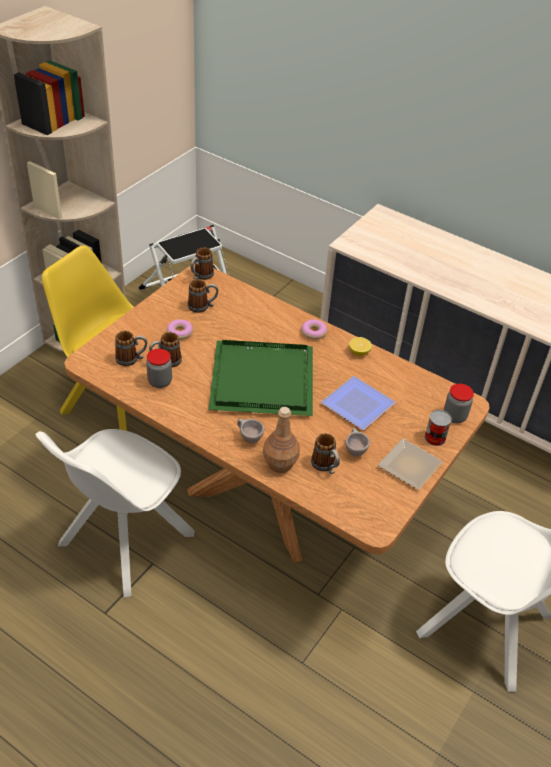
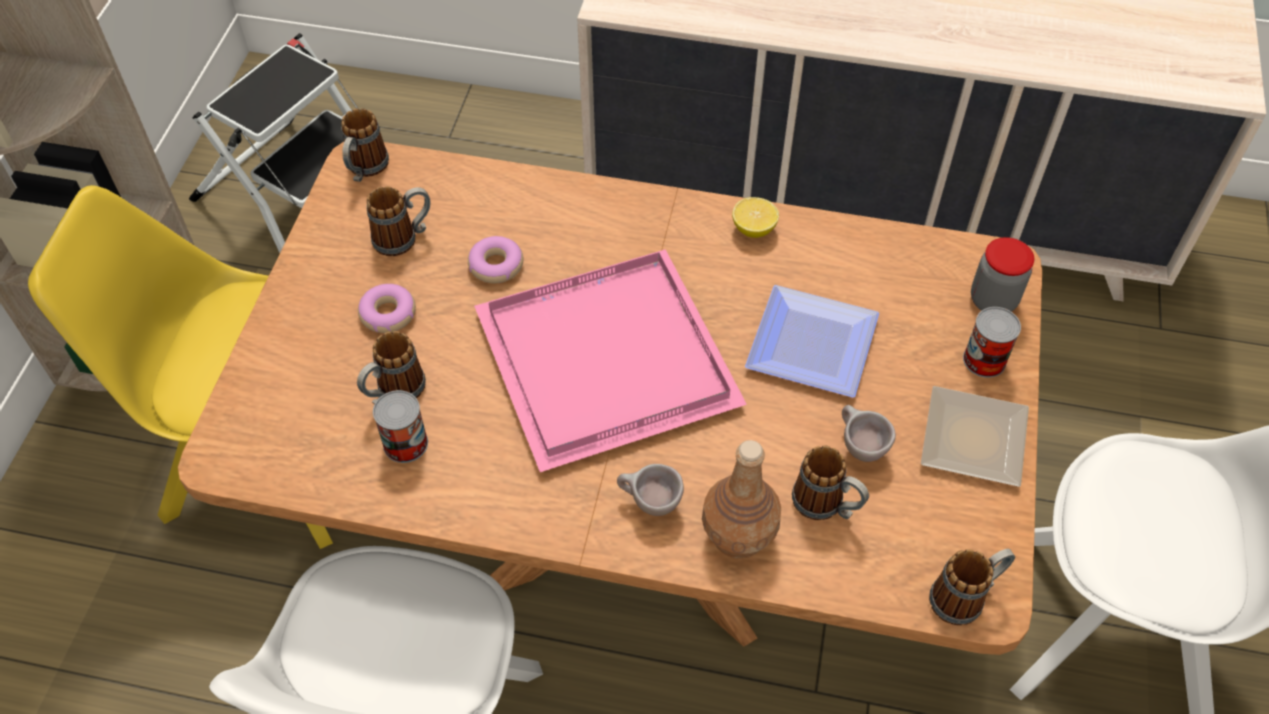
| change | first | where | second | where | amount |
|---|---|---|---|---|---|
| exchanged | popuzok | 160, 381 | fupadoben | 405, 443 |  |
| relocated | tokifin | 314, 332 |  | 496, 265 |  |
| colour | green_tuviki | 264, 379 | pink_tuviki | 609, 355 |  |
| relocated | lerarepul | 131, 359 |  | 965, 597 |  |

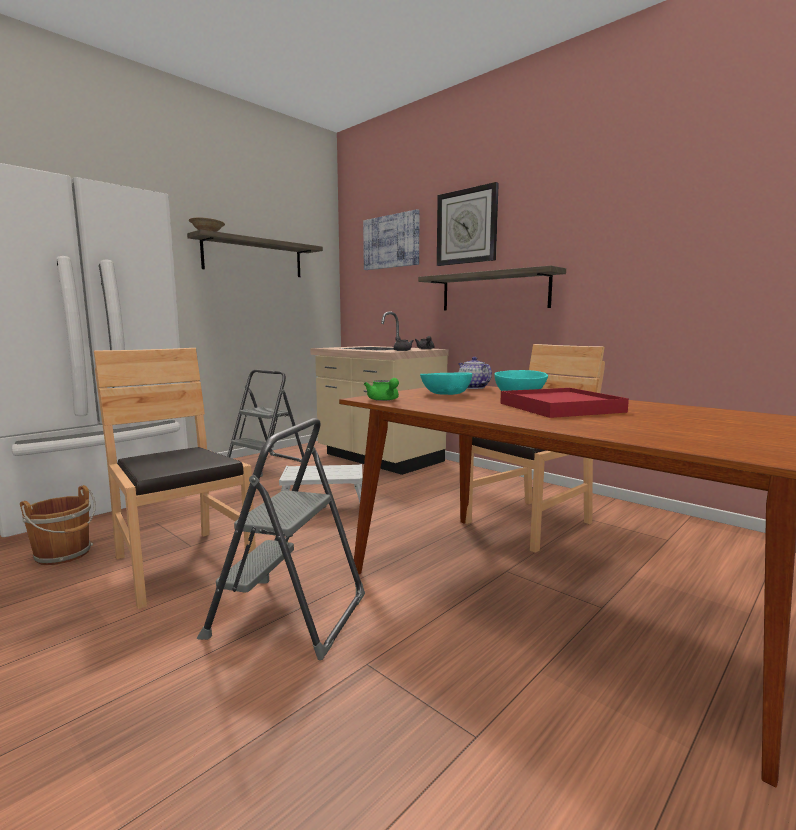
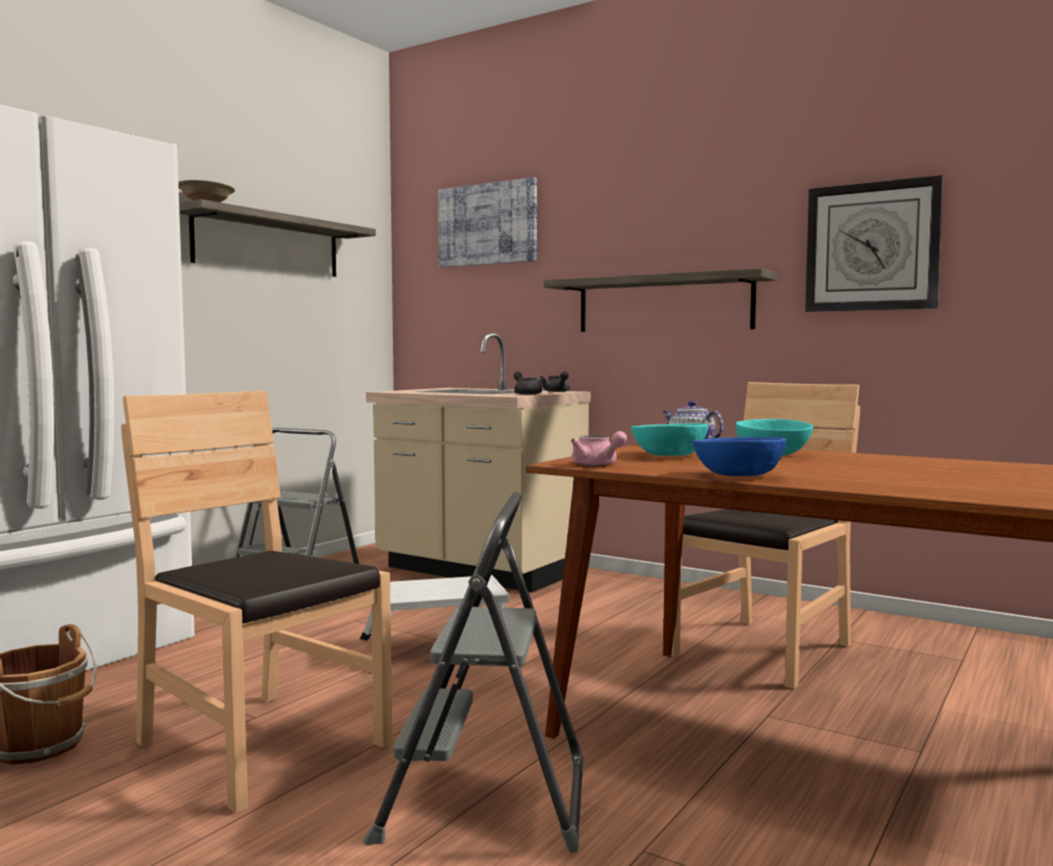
| change | first | where | second | where | amount |
|---|---|---|---|---|---|
| colour | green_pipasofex | 384, 400 | pink_pipasofex | 597, 465 |  |
| appeared |  |  | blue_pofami | 740, 476 |  |
| relocated | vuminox | 467, 226 |  | 872, 247 |  |
| missing | red_tuviki | 560, 407 |  |  |  |

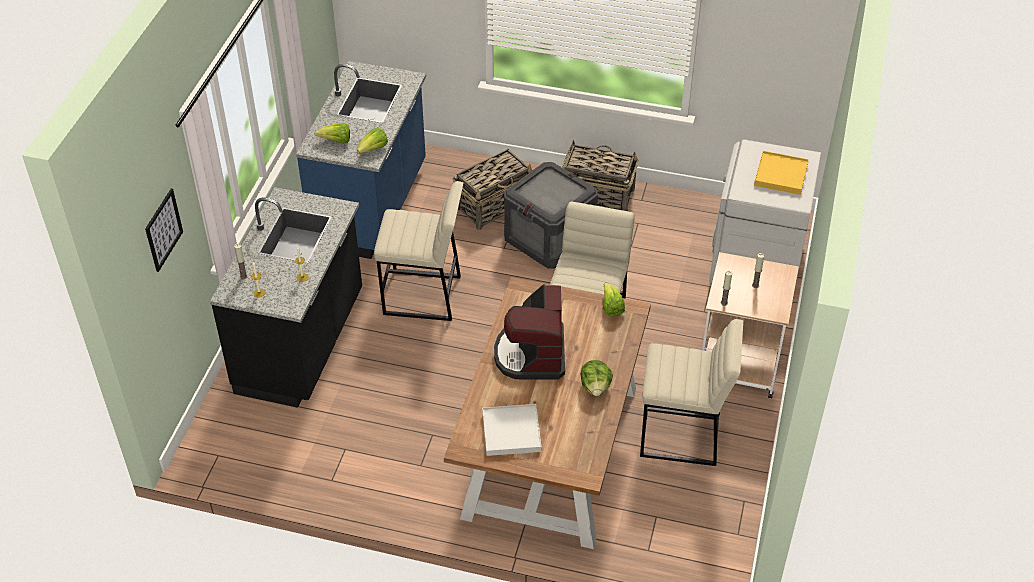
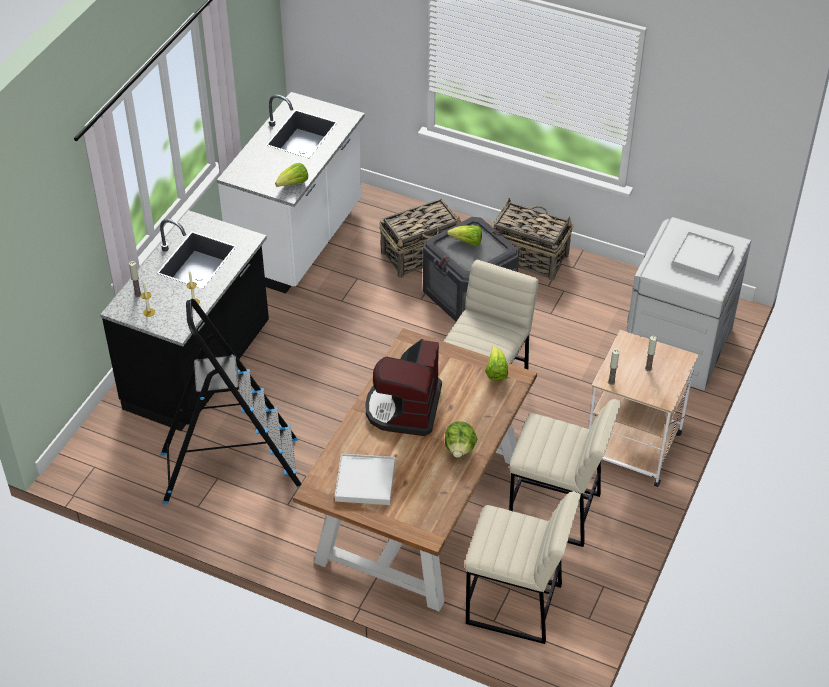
| change | first | where | second | where | amount |
|---|---|---|---|---|---|
| appeared |  |  | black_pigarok | 232, 470 |  |
| colour | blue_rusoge | 372, 206 | white_rusoge | 299, 241 |  |
| relocated | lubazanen | 336, 141 |  | 467, 242 |  |
| relocated | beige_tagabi | 424, 295 |  | 517, 605 |  |
| colour | yellow_tuviki | 780, 175 | white_tuviki | 702, 258 |  |
| missing | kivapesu | 163, 230 |  |  |  |

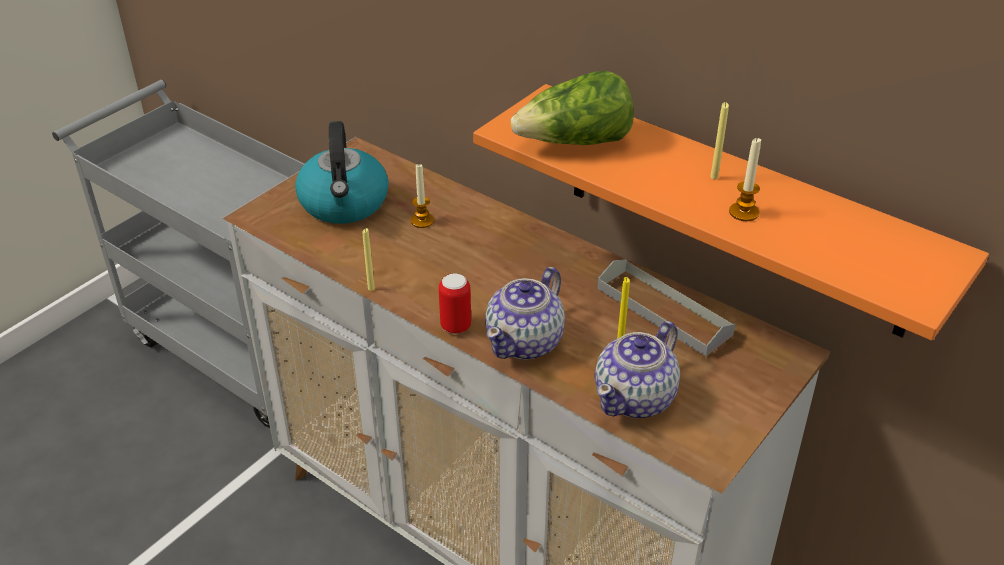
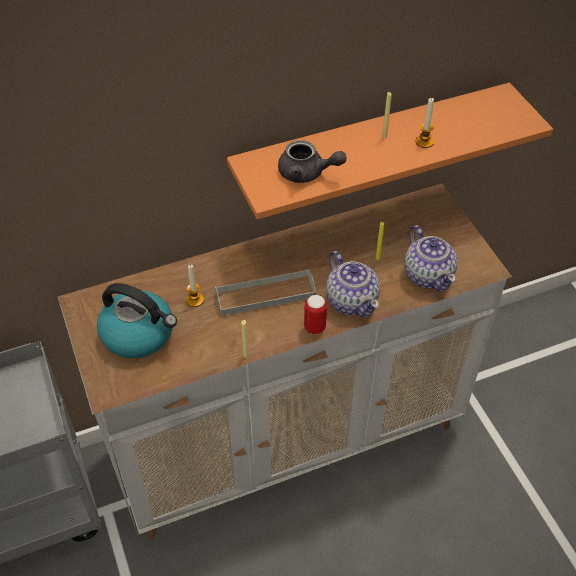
| change | first | where | second | where | amount |
|---|---|---|---|---|---|
| relocated | grey_tuviki | 663, 311 |  | 265, 295 |  |
| exchanged | lubazanen | 575, 143 | grey_pipasofex | 307, 173 |  |

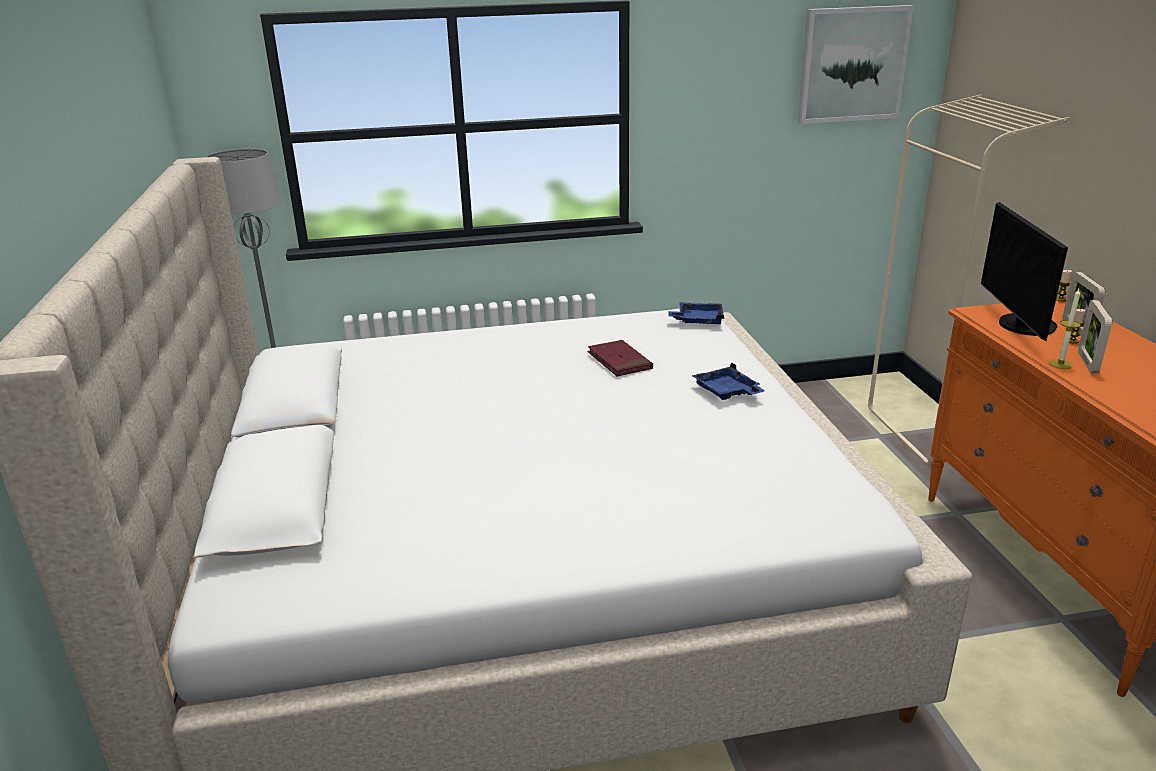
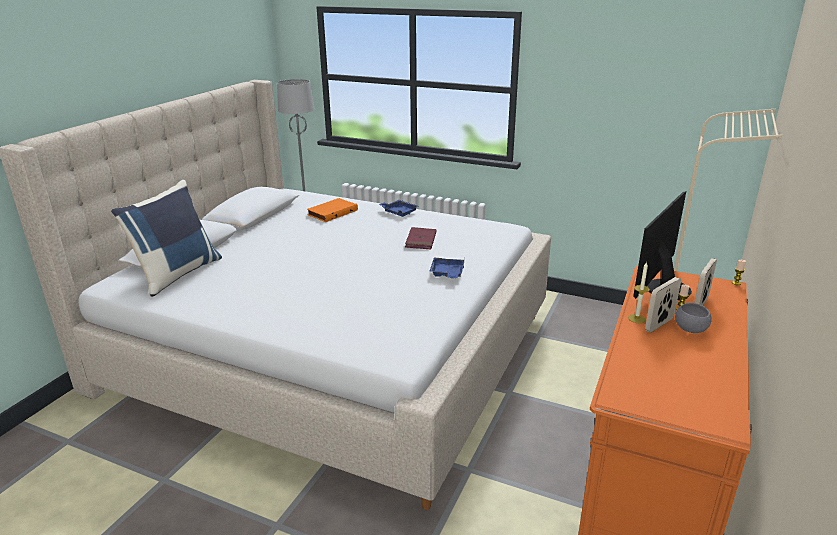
| change | first | where | second | where | amount |
|---|---|---|---|---|---|
| appeared |  |  | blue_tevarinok | 177, 274 |  |
| appeared |  |  | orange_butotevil | 332, 212 |  |
| relocated | blue_tuviki | 698, 320 |  | 399, 212 |  |
| appeared |  |  | grey_pofami | 690, 329 |  |
| missing | kivapesu | 852, 64 |  |  |  |

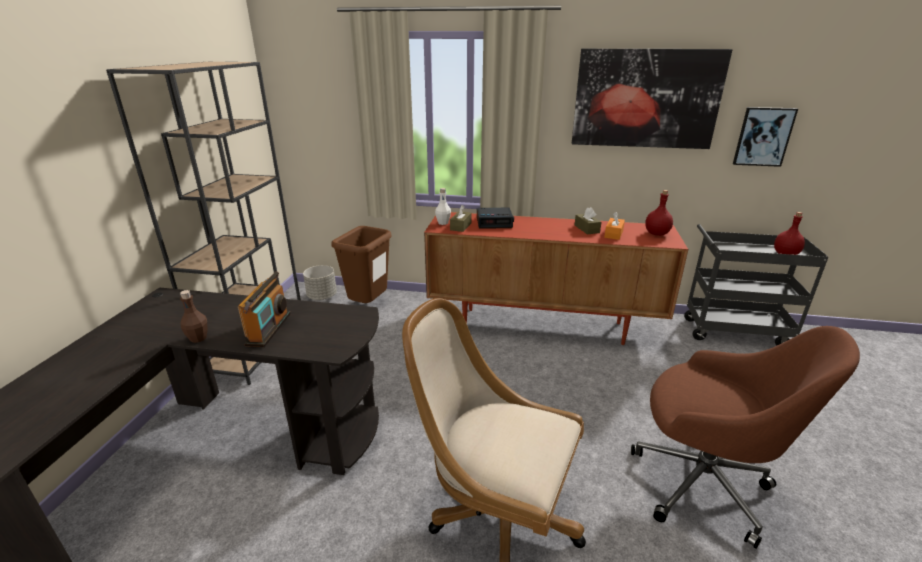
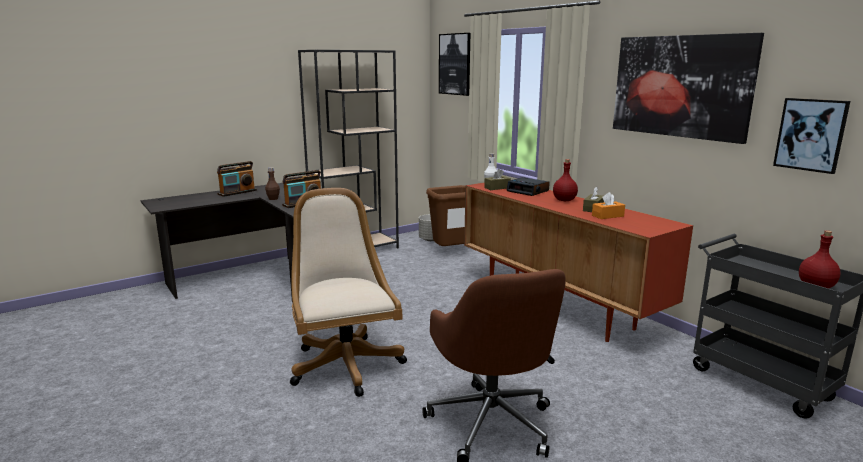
| change | first | where | second | where | amount |
|---|---|---|---|---|---|
| appeared |  |  | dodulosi | 237, 192 |  |
| appeared |  |  | kivapesu | 455, 64 |  |
| relocated | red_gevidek | 657, 234 |  | 564, 200 |  |

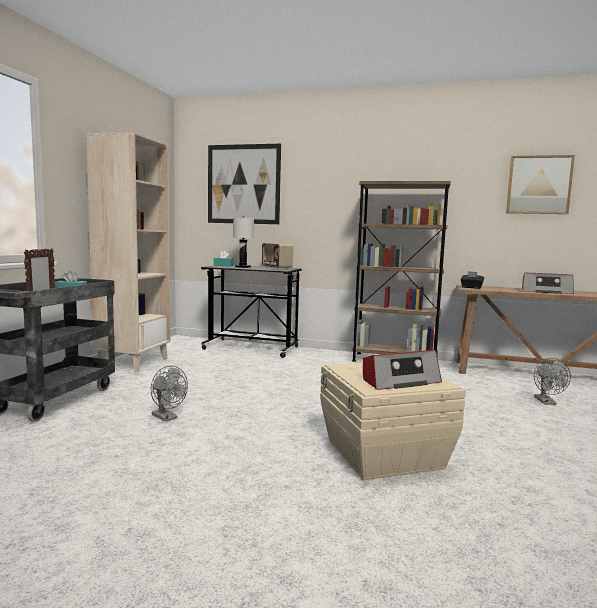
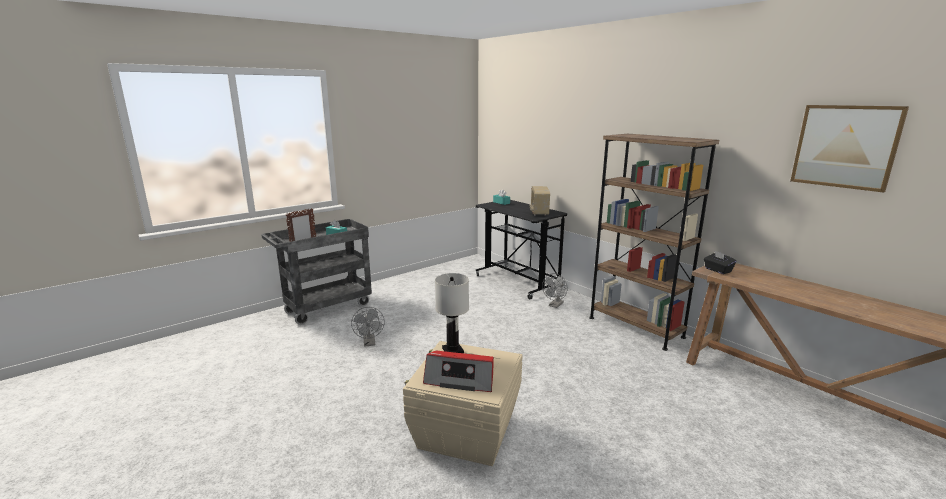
| change | first | where | second | where | amount |
|---|---|---|---|---|---|
| relocated | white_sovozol | 243, 267 |  | 452, 350 |  |
| relocated | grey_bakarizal | 547, 402 |  | 555, 305 |  |
| missing | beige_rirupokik | 133, 362 |  |  |  |
| missing | kivapesu | 243, 184 |  |  |  |
| missing | dodulosi | 545, 291 |  |  |  |

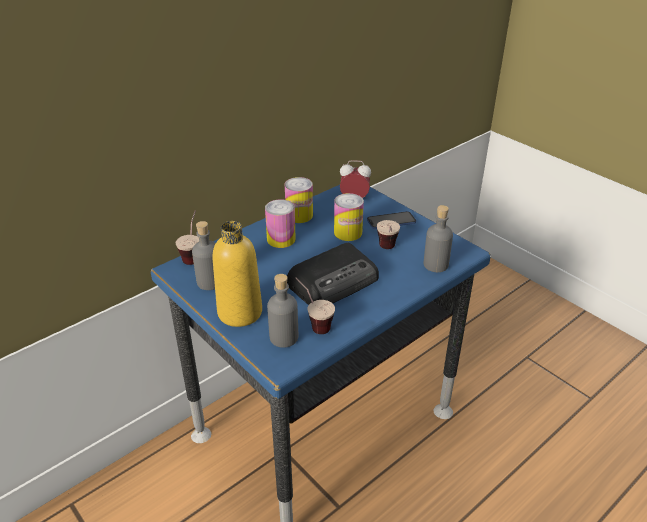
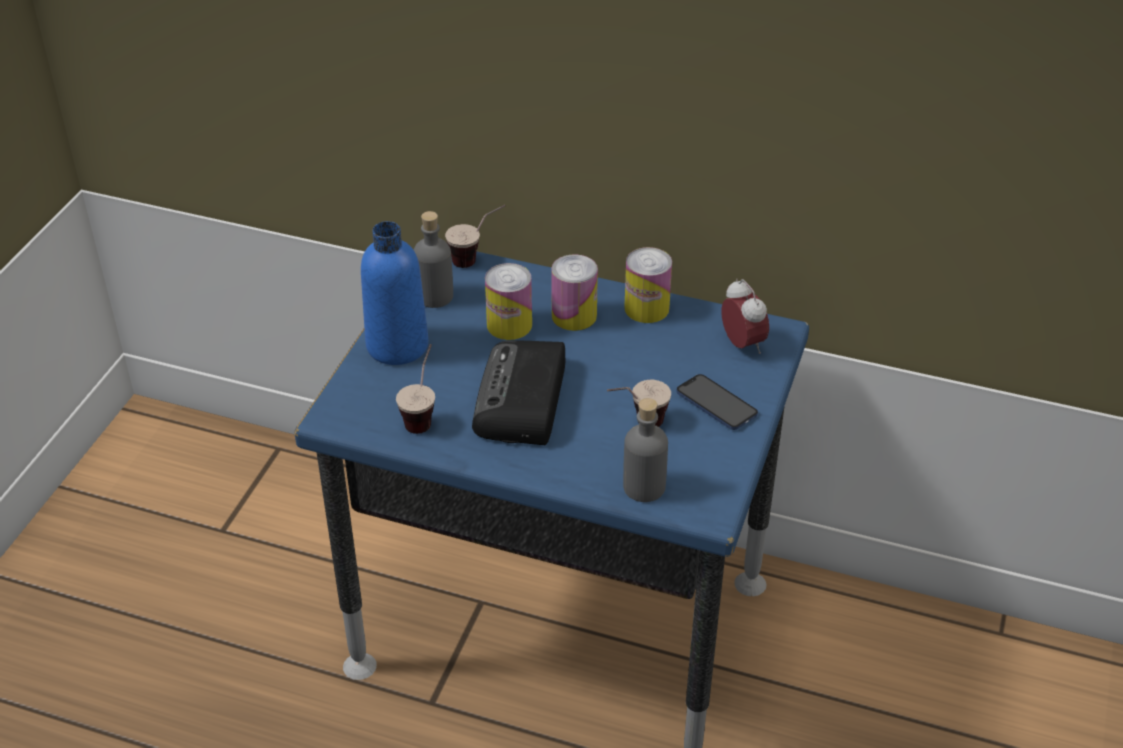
| change | first | where | second | where | amount |
|---|---|---|---|---|---|
| colour | yellow_gevidek | 240, 312 | blue_gevidek | 397, 346 |  |
| spun | dodulosi | 334, 281 |  | 522, 401 | 75 degrees clockwise |
| relocated | fupadoben | 348, 233 |  | 509, 325 |  |
| missing | grey_gevidek | 284, 337 |  |  |  |

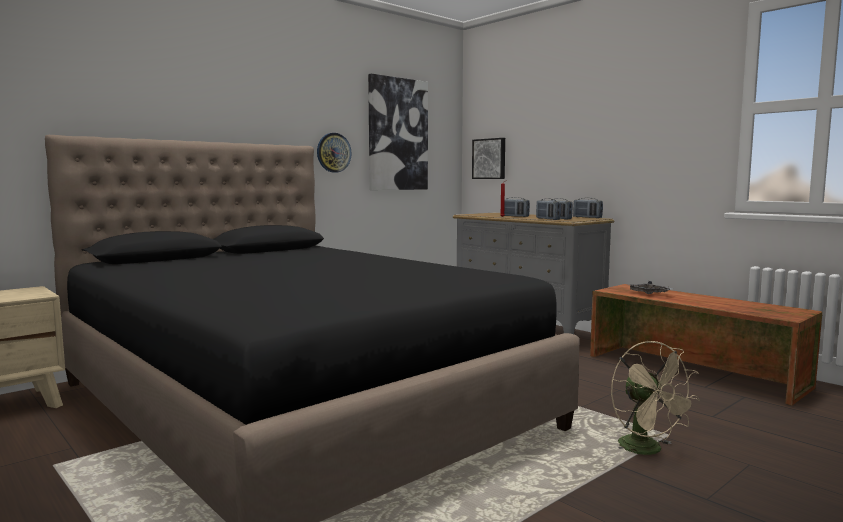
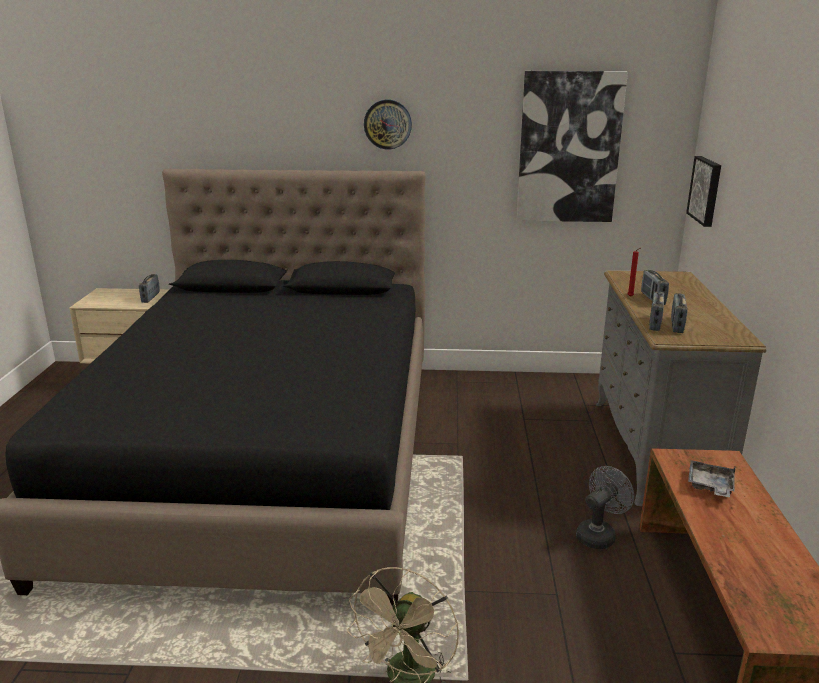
| change | first | where | second | where | amount |
|---|---|---|---|---|---|
| relocated | dodulosi | 587, 217 |  | 150, 297 |  |
| relocated | vuminox | 333, 152 |  | 387, 124 |  |
| appeared |  |  | grey_bakarizal | 599, 534 |  |

